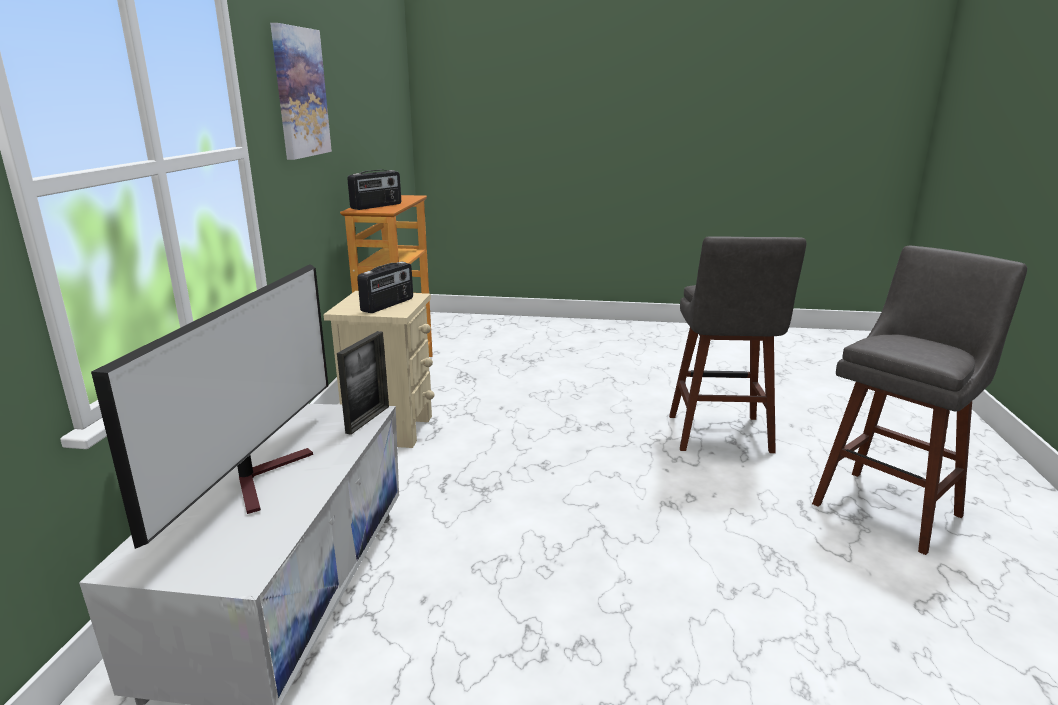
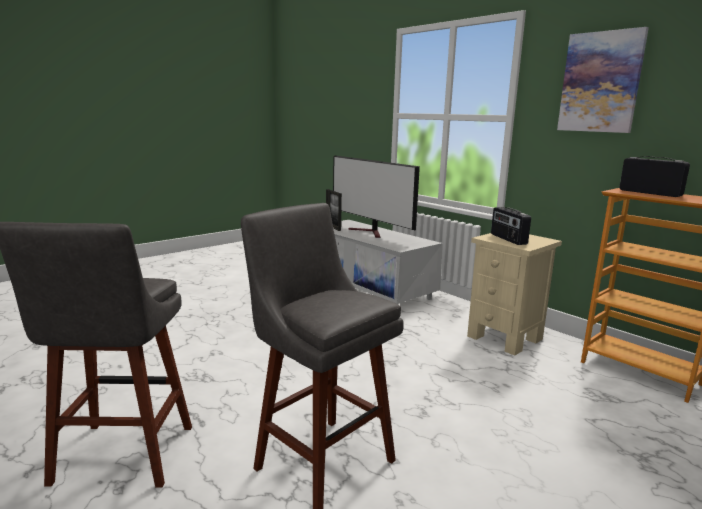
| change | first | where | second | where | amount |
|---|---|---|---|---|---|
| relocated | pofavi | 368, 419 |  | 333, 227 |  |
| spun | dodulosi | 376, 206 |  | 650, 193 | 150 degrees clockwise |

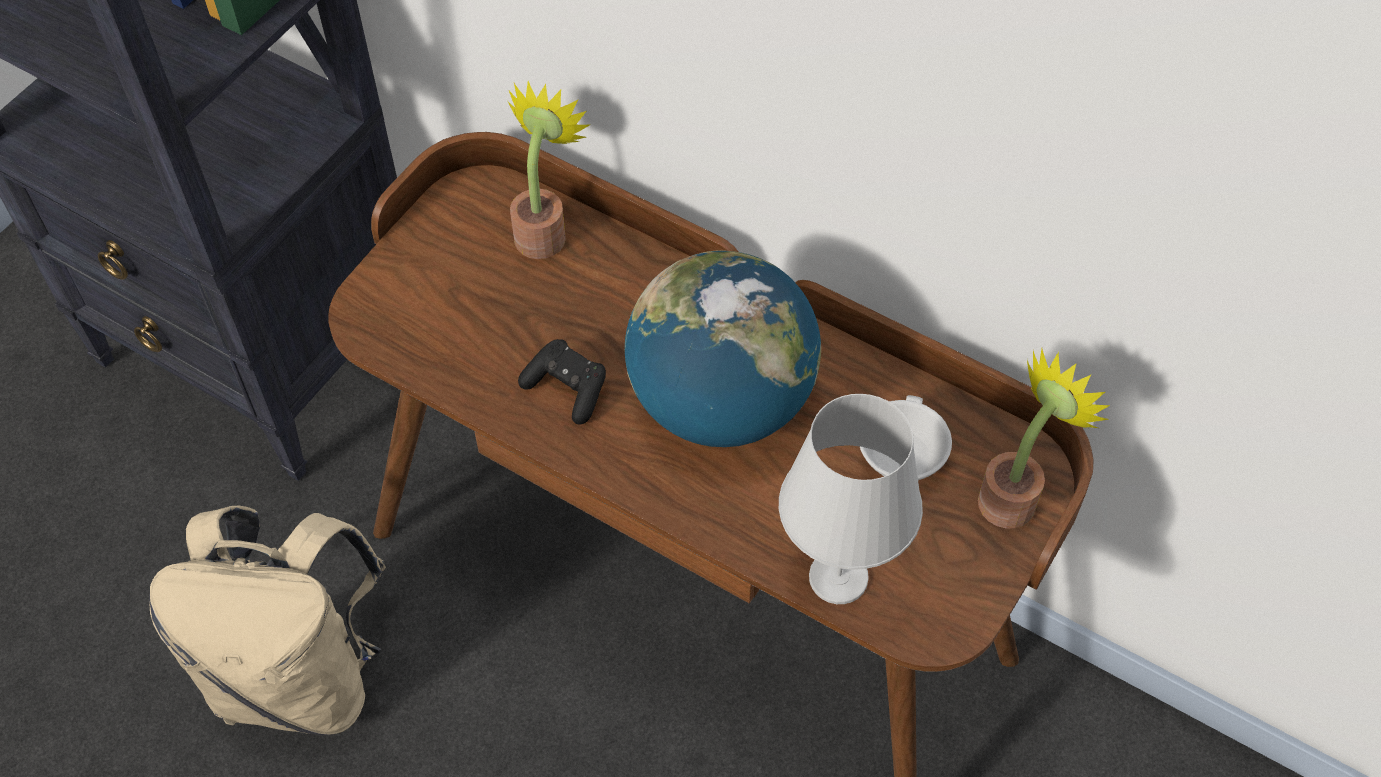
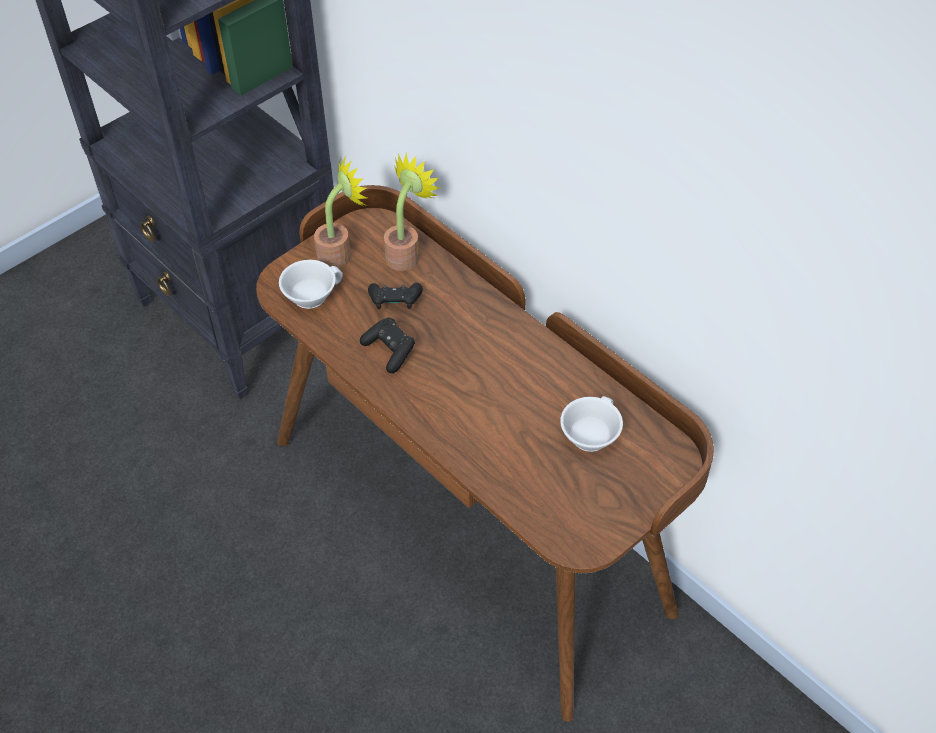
| change | first | where | second | where | amount |
|---|---|---|---|---|---|
| appeared |  |  | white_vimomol | 310, 294 |  |
| relocated | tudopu | 1014, 495 |  | 340, 253 |  |
| appeared |  |  | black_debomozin | 395, 302 |  |
| missing | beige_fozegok | 301, 674 |  |  |  |
| missing | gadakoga | 720, 403 |  |  |  |
| missing | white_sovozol | 839, 578 |  |  |  |

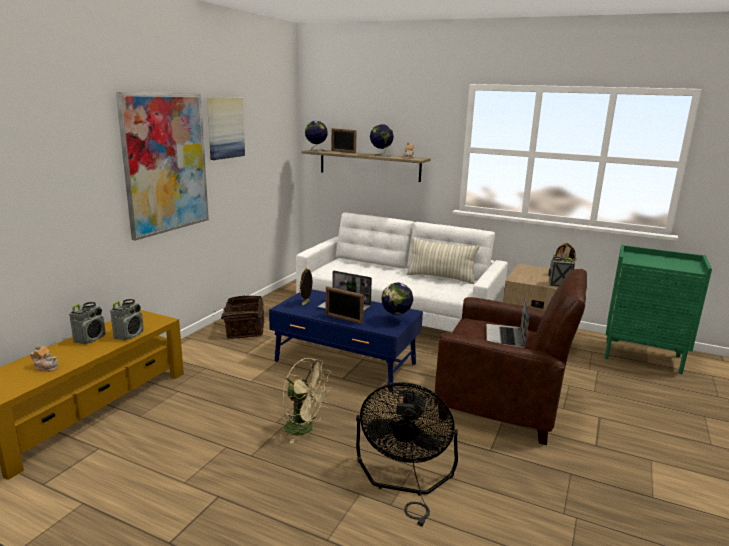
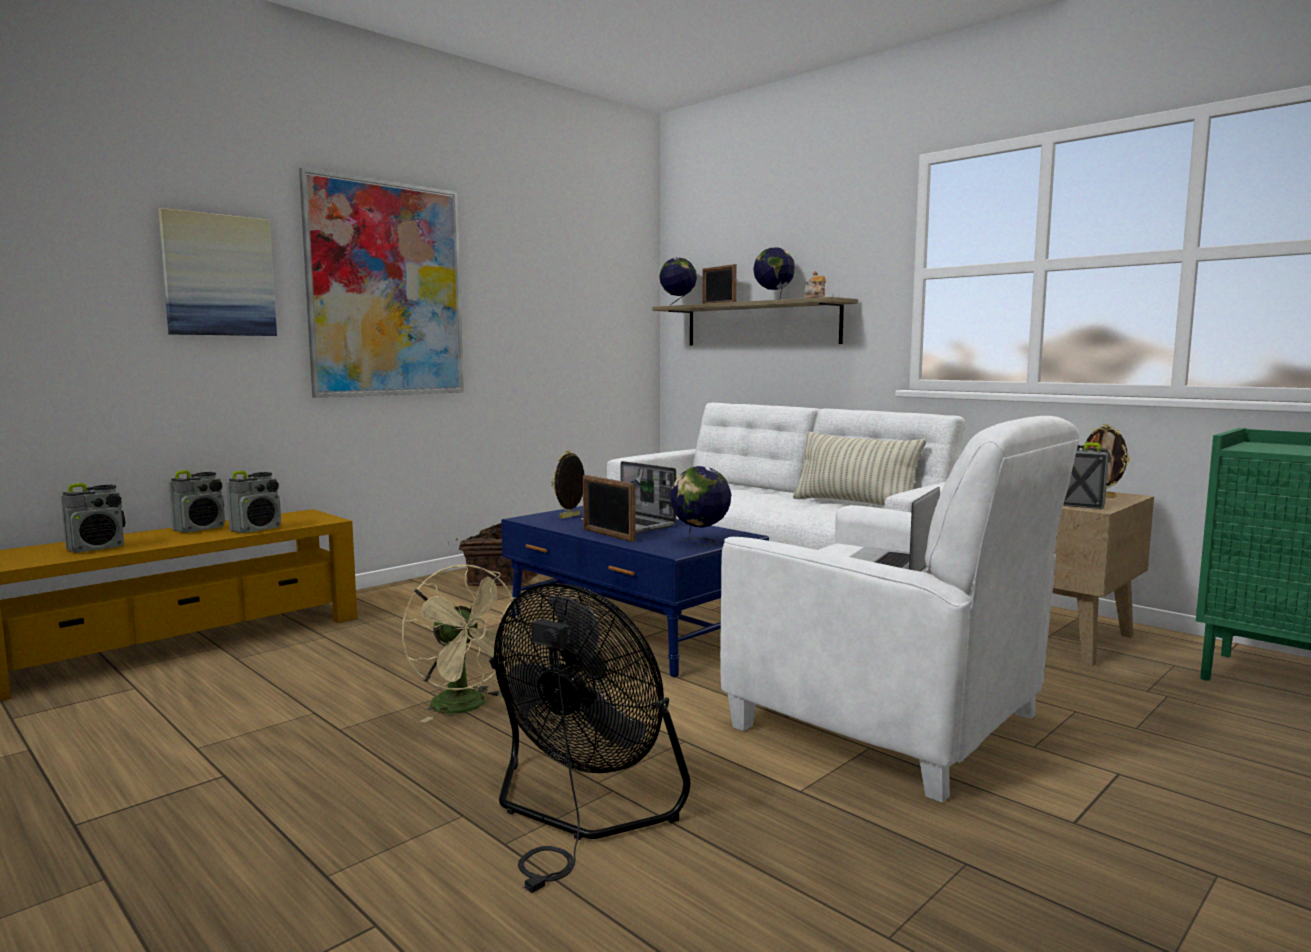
| change | first | where | second | where | amount |
|---|---|---|---|---|---|
| exchanged | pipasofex | 46, 367 | dodulosi | 97, 548 |  |
| relocated | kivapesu | 225, 128 |  | 219, 275 |  |
| colour | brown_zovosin | 502, 404 | white_zovosin | 890, 722 |  |

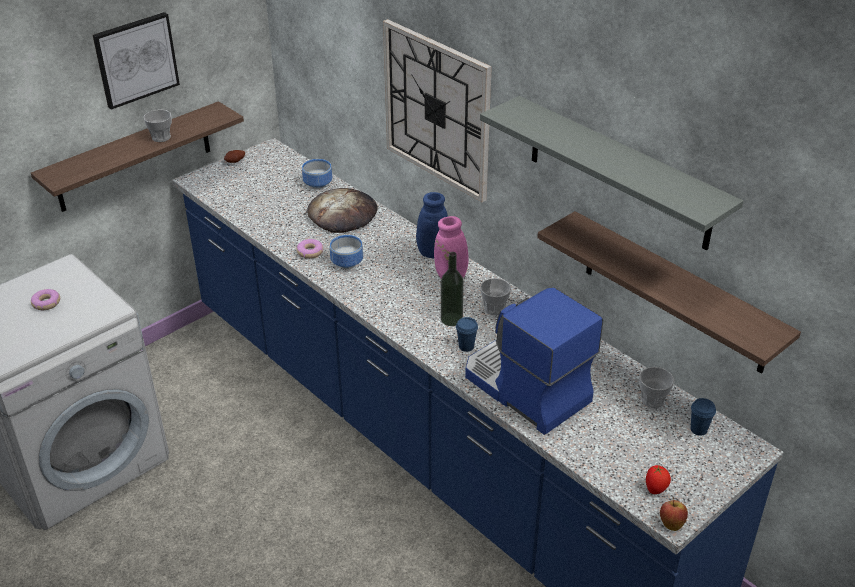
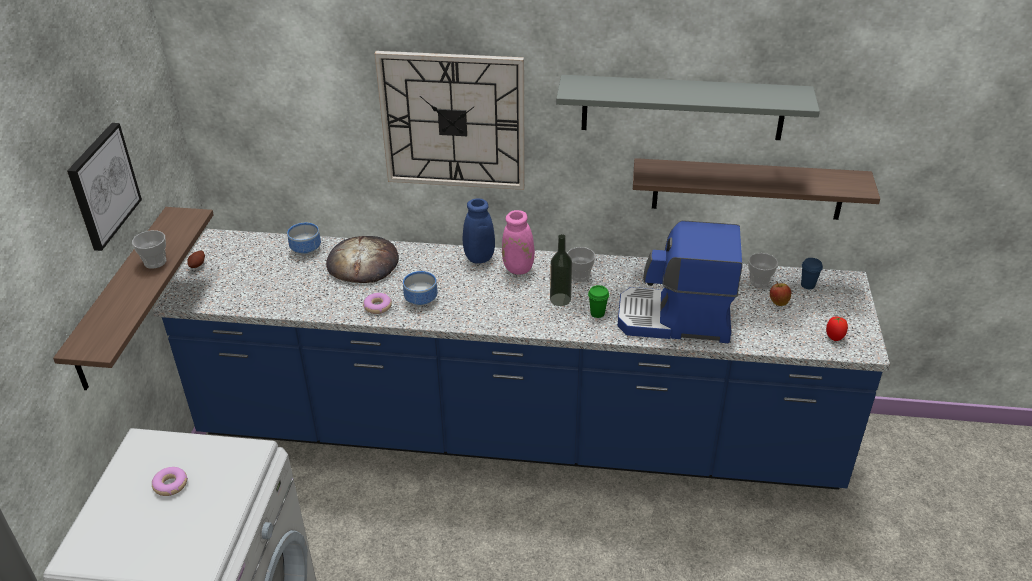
| change | first | where | second | where | amount |
|---|---|---|---|---|---|
| colour | blue_vimomol | 466, 346 | green_vimomol | 597, 313 |  |
| relocated | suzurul | 671, 523 |  | 778, 302 |  |

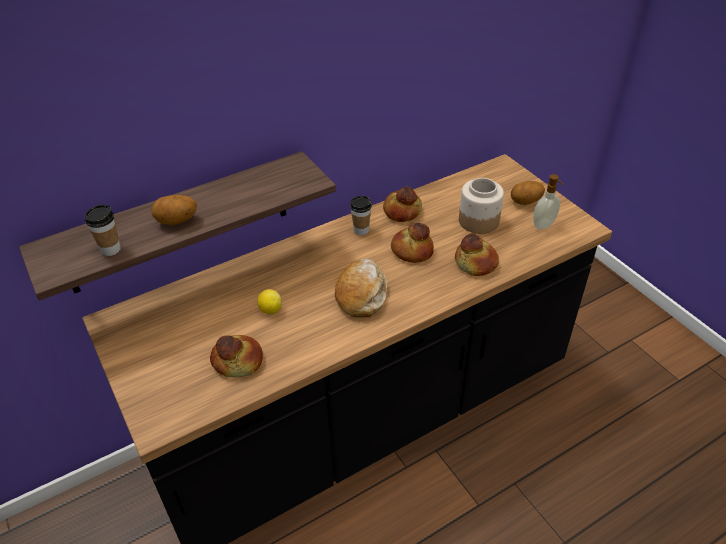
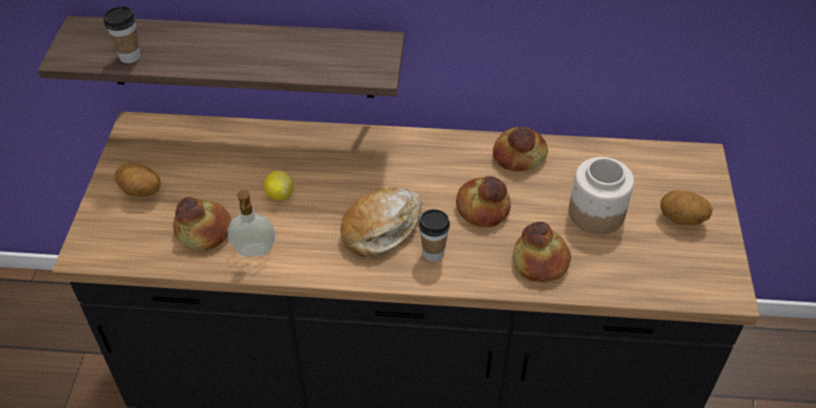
| change | first | where | second | where | amount |
|---|---|---|---|---|---|
| relocated | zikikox | 177, 222 |  | 141, 192 |  |
| relocated | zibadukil | 544, 225 |  | 254, 251 |  |
| relocated | vimomol | 361, 230 |  | 433, 253 |  |

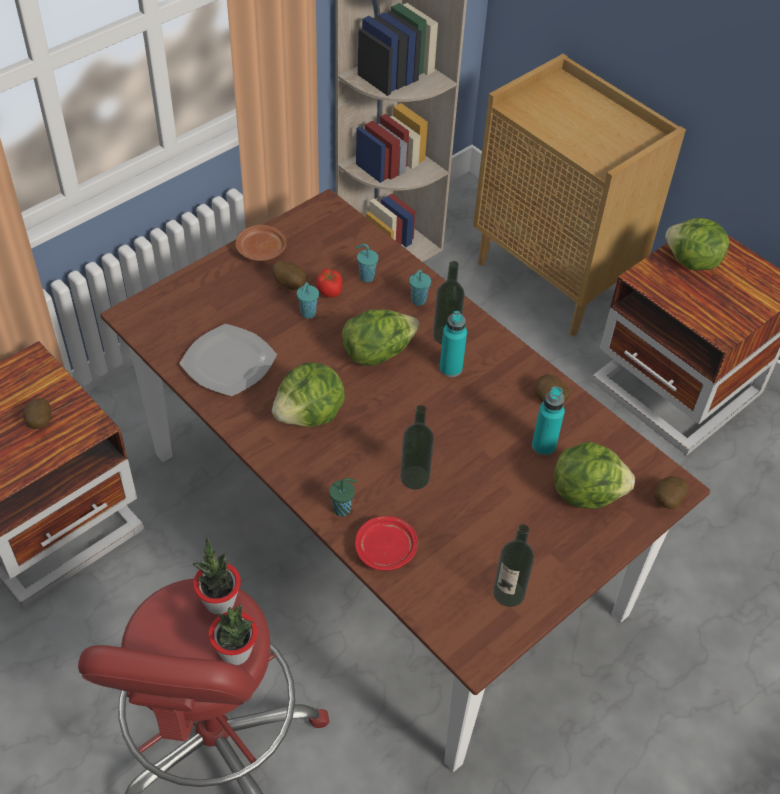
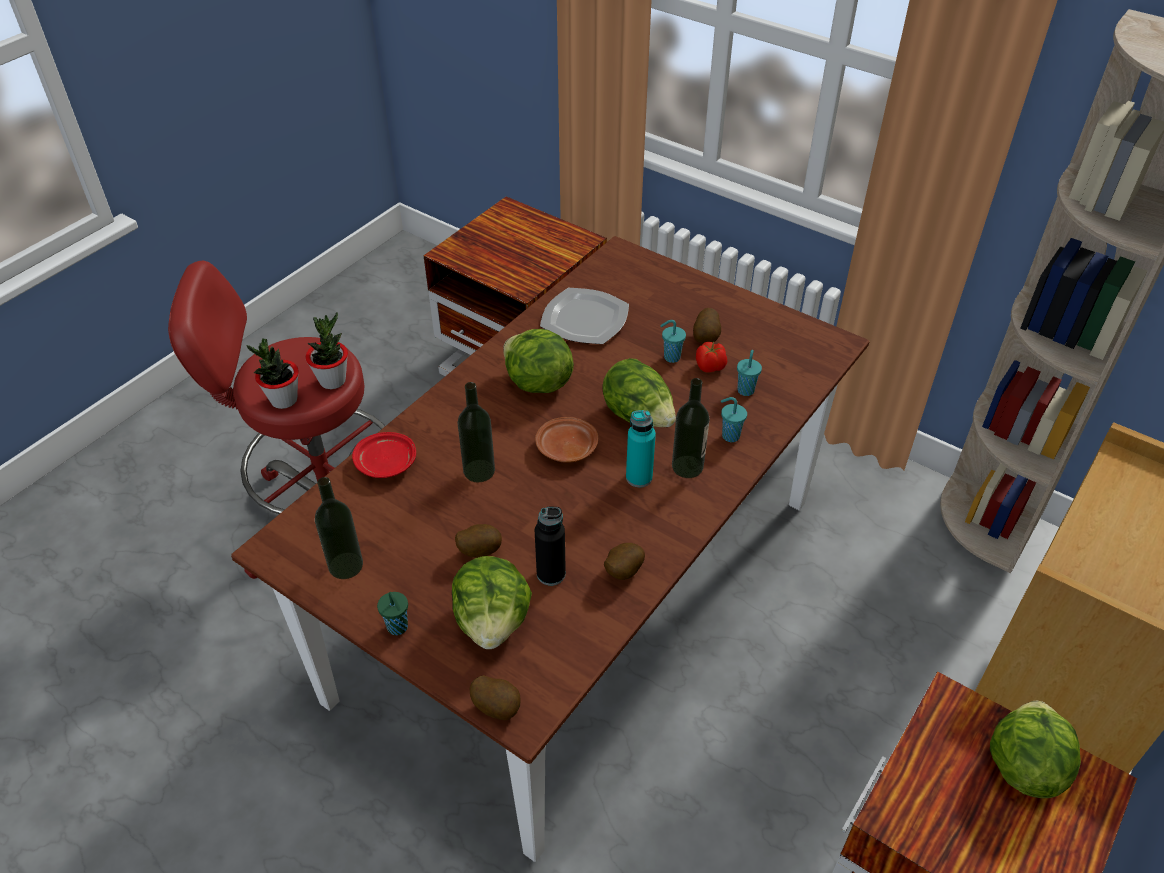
| change | first | where | second | where | amount |
|---|---|---|---|---|---|
| relocated | green_vimomol | 343, 509 |  | 398, 628 |  |
| relocated | zikikox | 39, 423 |  | 479, 550 |  |
| relocated | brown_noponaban | 261, 251 |  | 566, 448 |  |
| colour | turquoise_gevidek | 543, 446 | black_gevidek | 551, 574 |  |

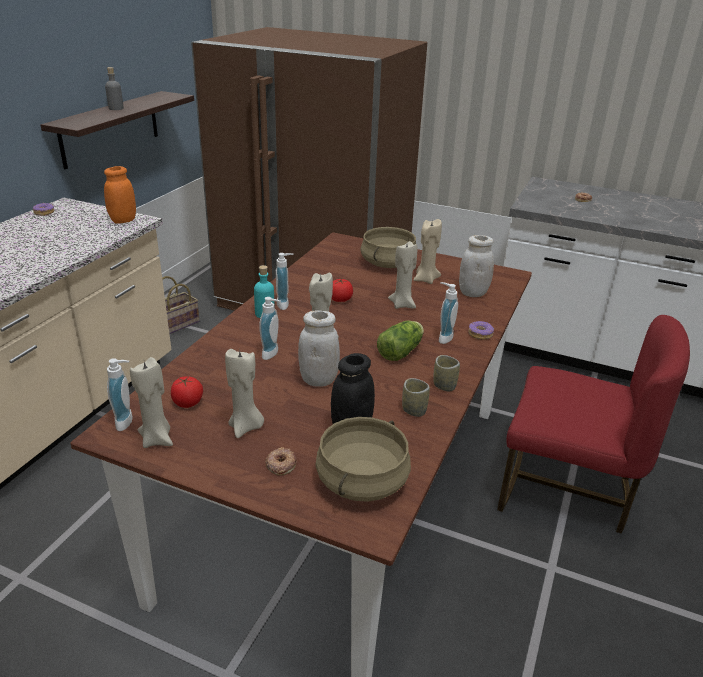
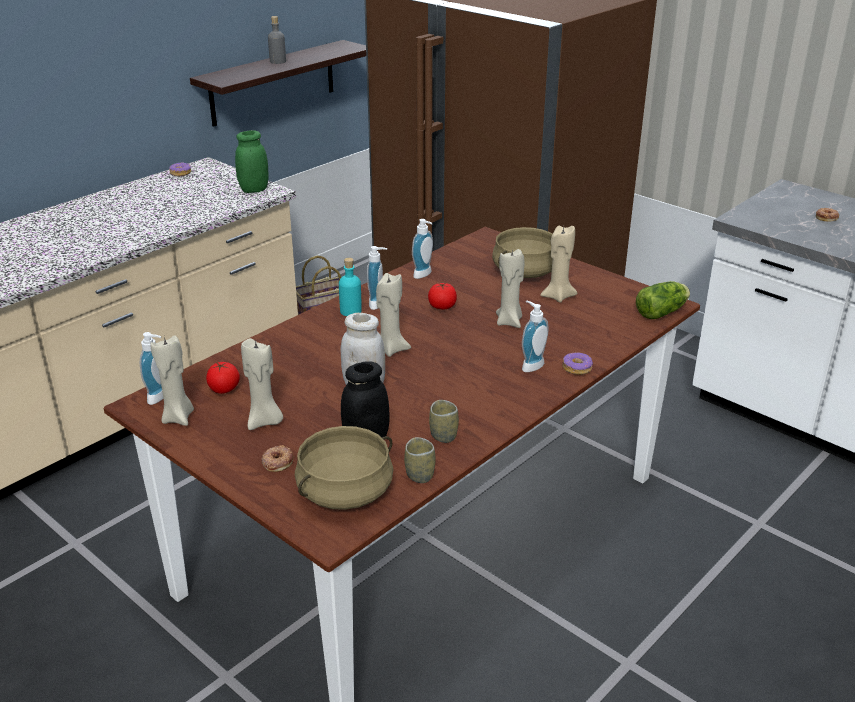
| change | first | where | second | where | amount |
|---|---|---|---|---|---|
| colour | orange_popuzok | 123, 220 | green_popuzok | 254, 190 |  |
| relocated | vimomol | 444, 386 |  | 420, 475 |  |
| relocated | zibadukil | 273, 354 |  | 424, 275 |  |
| relocated | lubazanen | 402, 351 |  | 663, 312 |  |
| missing | white_popuzok | 473, 293 |  |  |  |
| missing | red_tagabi | 565, 490 |  |  |  |

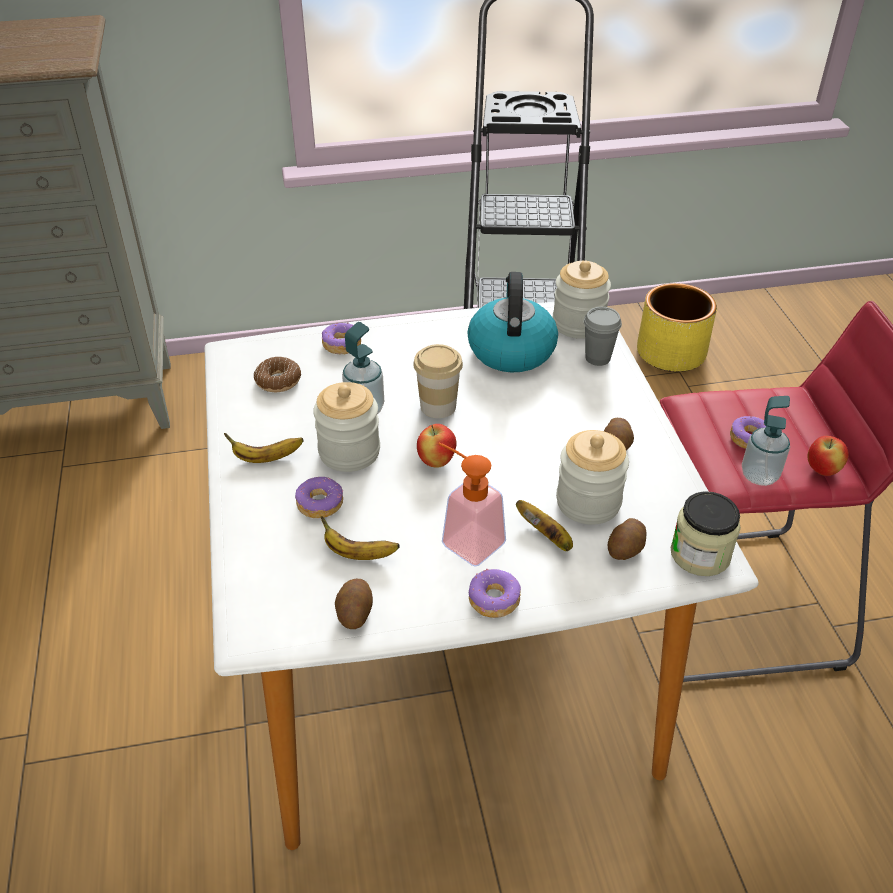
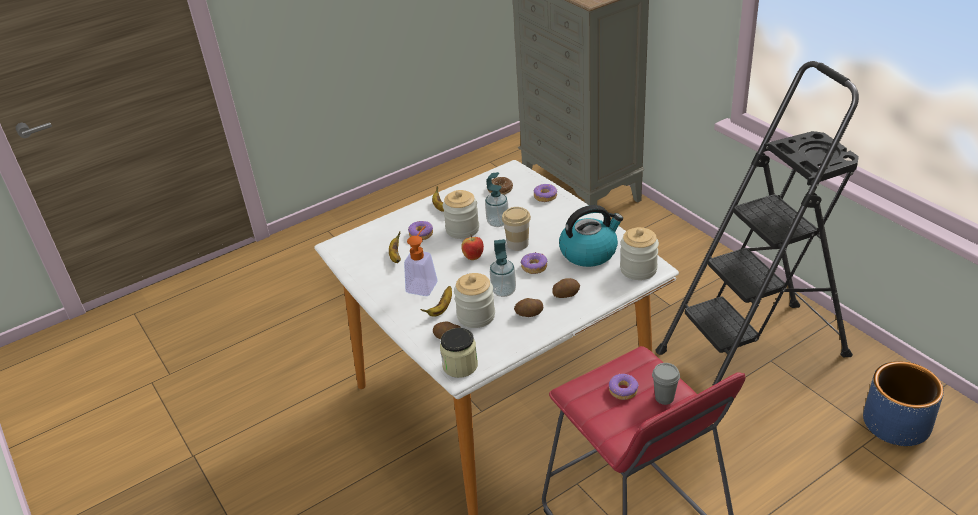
| change | first | where | second | where | amount |
|---|---|---|---|---|---|
| relocated | zibadukil | 759, 475 |  | 503, 291 |  |
| relocated | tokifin | 493, 600 |  | 534, 267 |  |
| relocated | zikikox | 354, 613 |  | 565, 294 |  |
| relocated | grey_vimomol | 597, 358 |  | 664, 398 |  |
| colour | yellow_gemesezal | 670, 353 | blue_gemesezal | 896, 423 |  |
| missing | suzurul | 822, 470 |  |  |  |

